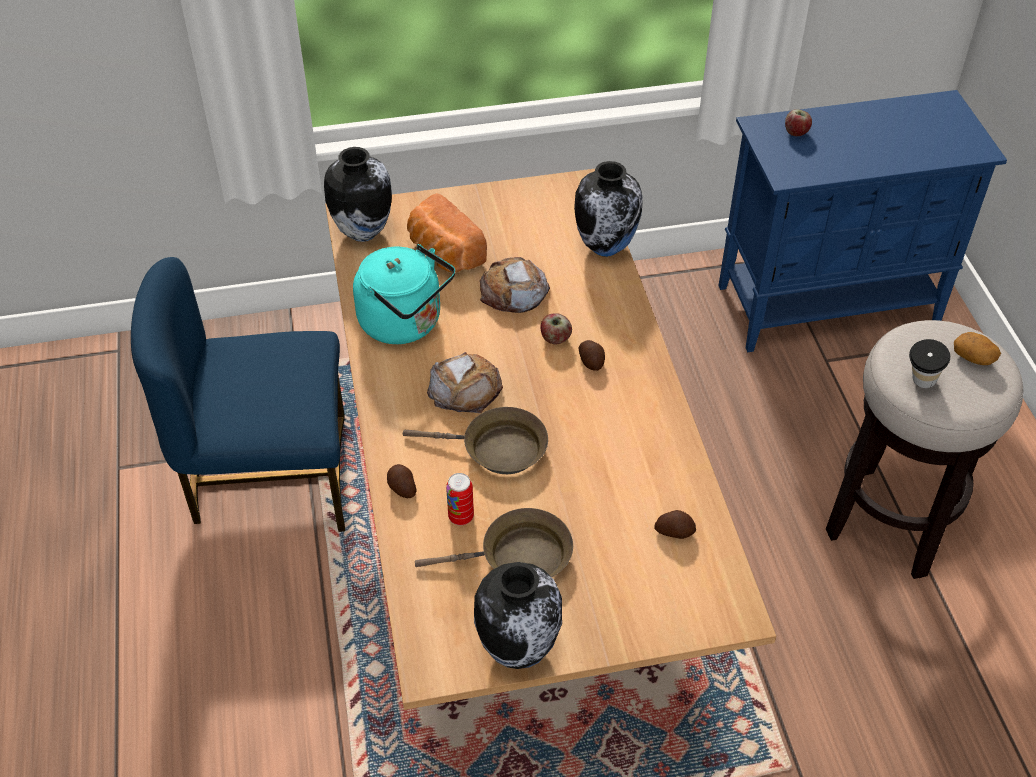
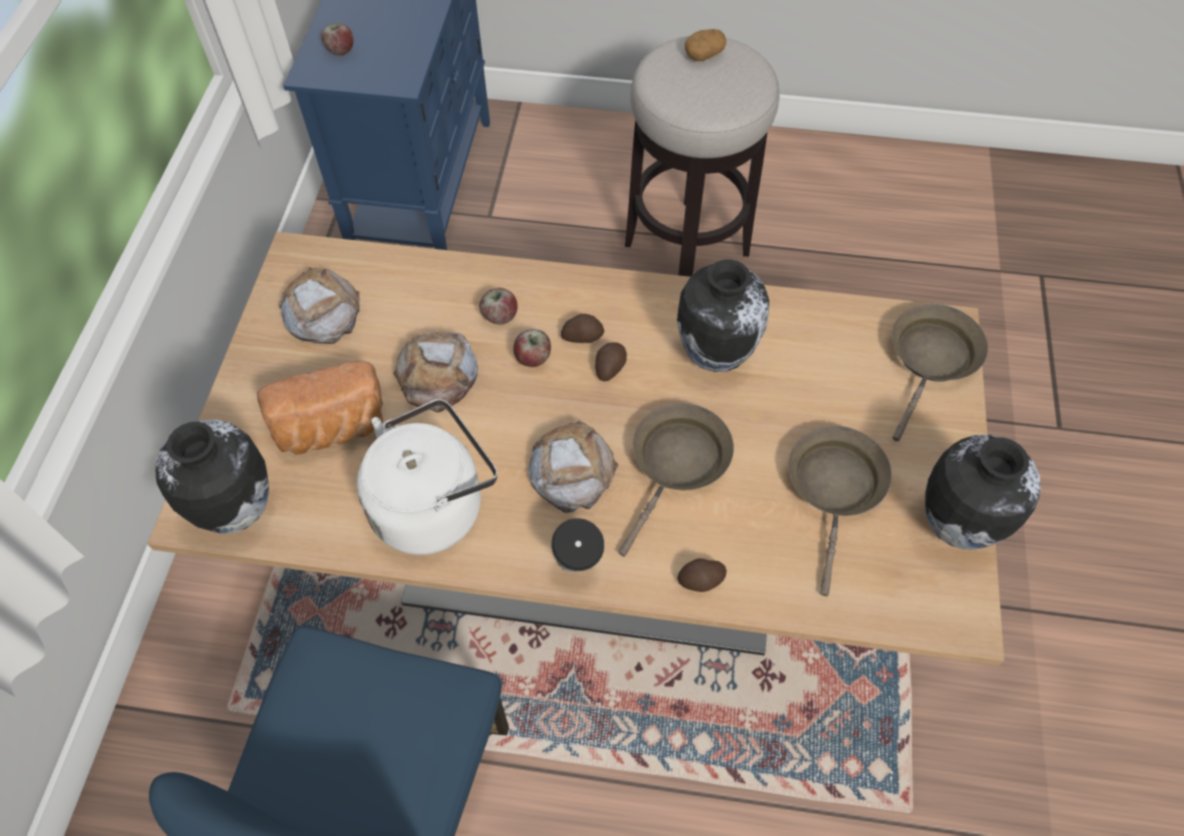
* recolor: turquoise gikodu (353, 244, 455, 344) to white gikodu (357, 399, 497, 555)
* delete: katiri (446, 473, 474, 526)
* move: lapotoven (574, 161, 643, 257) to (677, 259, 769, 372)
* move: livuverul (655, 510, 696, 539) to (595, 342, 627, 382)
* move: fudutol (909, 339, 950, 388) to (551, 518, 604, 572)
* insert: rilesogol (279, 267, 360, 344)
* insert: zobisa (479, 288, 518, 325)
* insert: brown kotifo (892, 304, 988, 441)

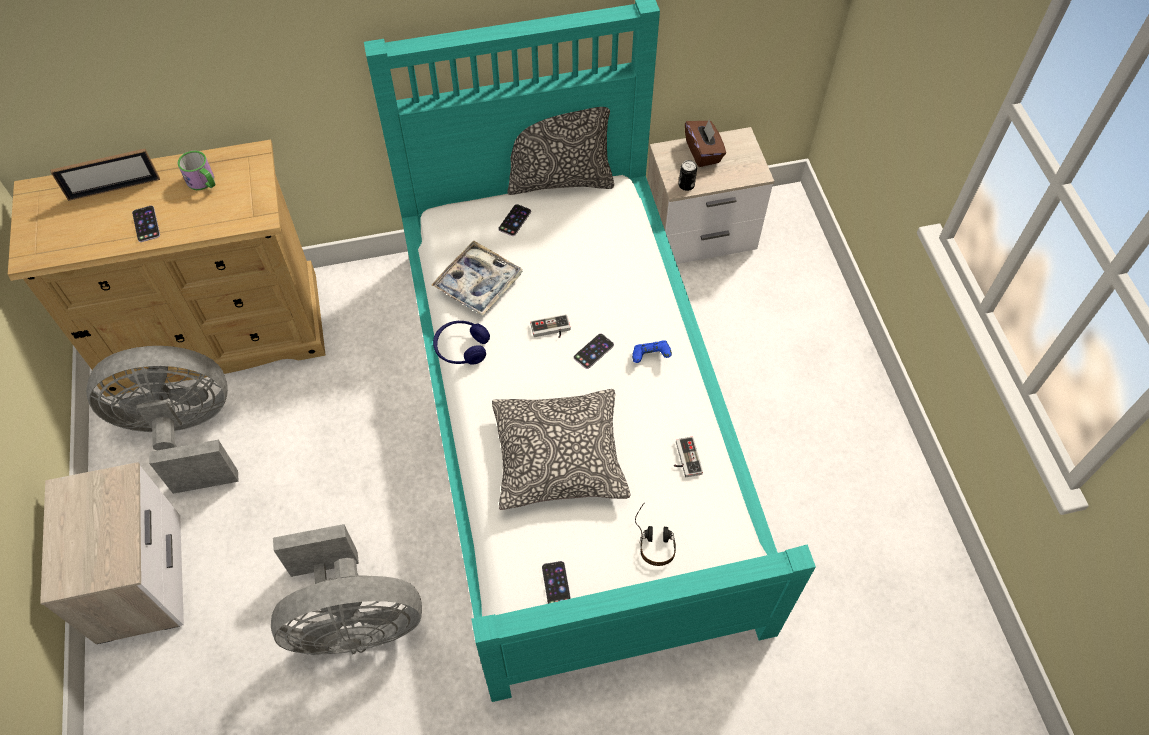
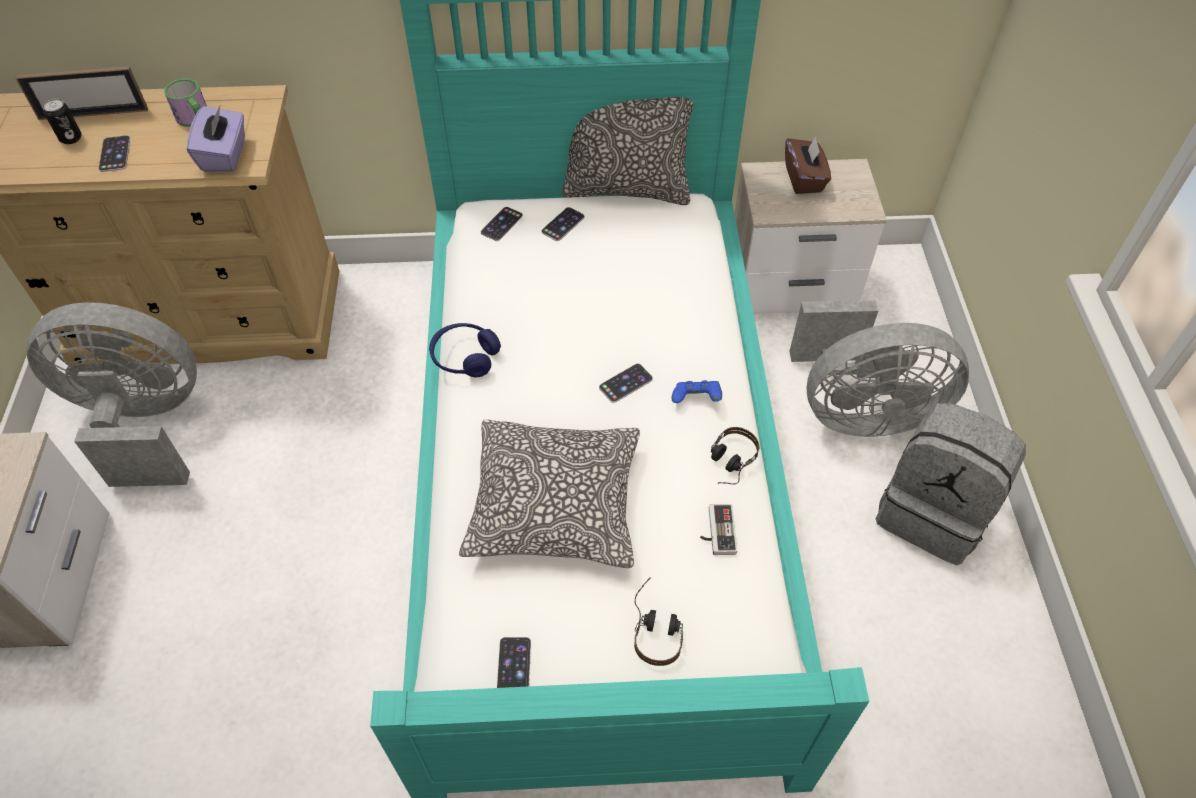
* move: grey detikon (271, 524, 422, 655) to (789, 300, 969, 437)
* delete: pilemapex (432, 240, 523, 316)
* delete: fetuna (530, 314, 570, 338)
* move: katiri (679, 160, 697, 191) to (43, 99, 82, 144)
* insert: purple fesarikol (187, 104, 245, 172)
* insert: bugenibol (481, 207, 523, 241)
* insert: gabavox (711, 427, 759, 484)
* insert: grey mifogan (876, 403, 1026, 565)

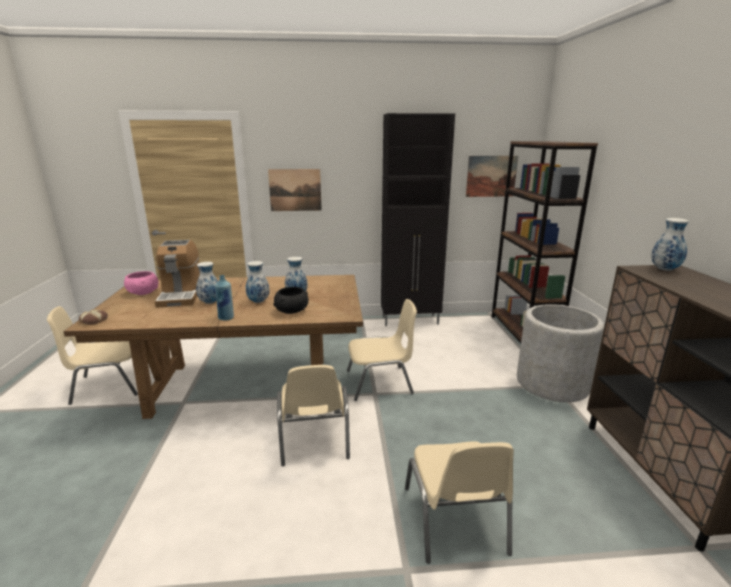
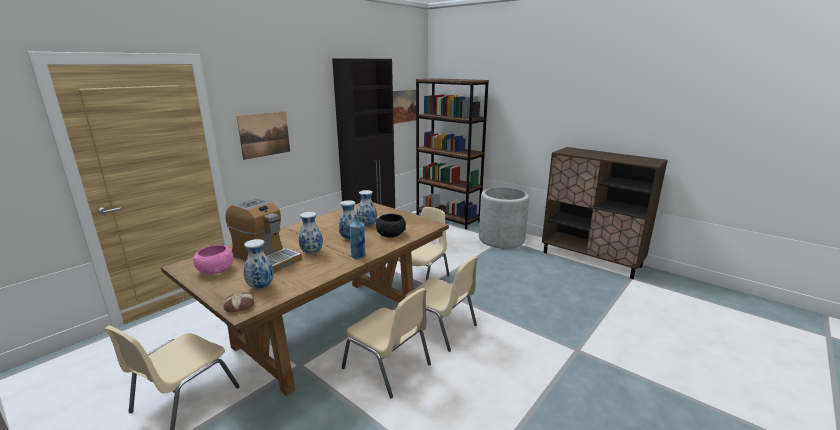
* move: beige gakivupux (405, 442, 514, 564) to (342, 288, 431, 398)
* move: lapotoven (651, 218, 689, 271) to (244, 239, 274, 289)

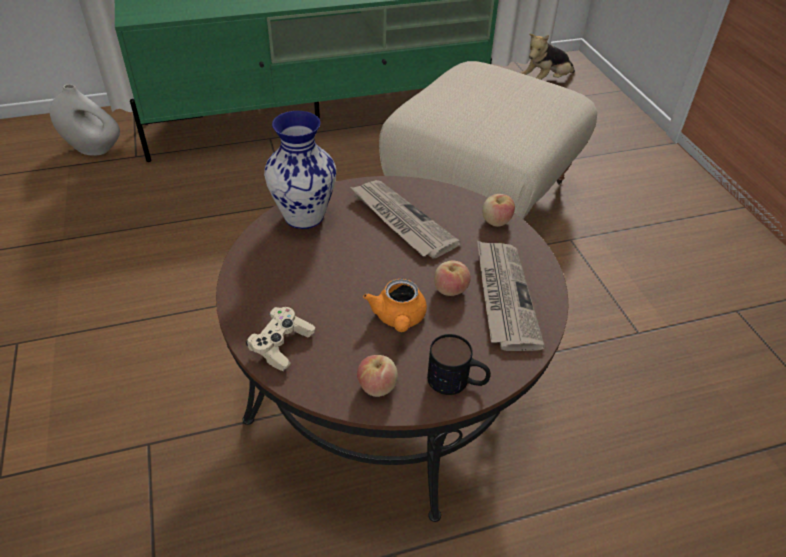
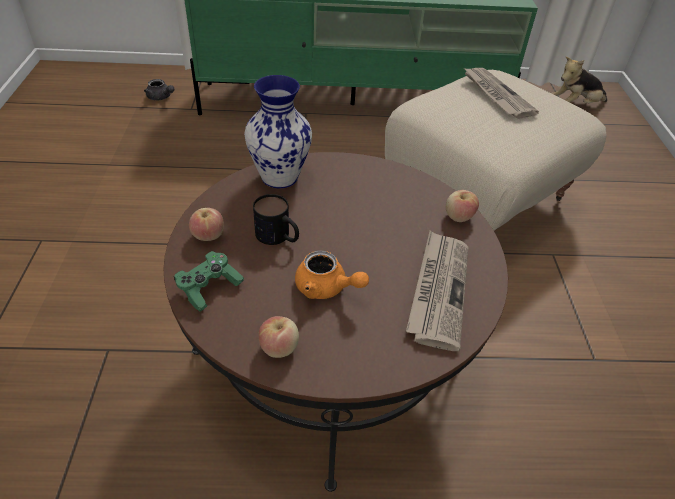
* replace: white lapotoven (50, 84, 120, 156) to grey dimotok (144, 79, 174, 100)
* recolor: beige fetuna (246, 307, 315, 371) to green fetuna (174, 251, 244, 312)
* move: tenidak (350, 180, 461, 259) to (464, 68, 539, 119)
* rotate: orange dimotok (363, 279, 427, 332) = (295, 250, 369, 299) 75 degrees counterclockwise
* move: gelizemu (427, 334, 491, 395) to (253, 194, 299, 245)
* move: zobisa (434, 261, 471, 296) to (189, 208, 224, 241)

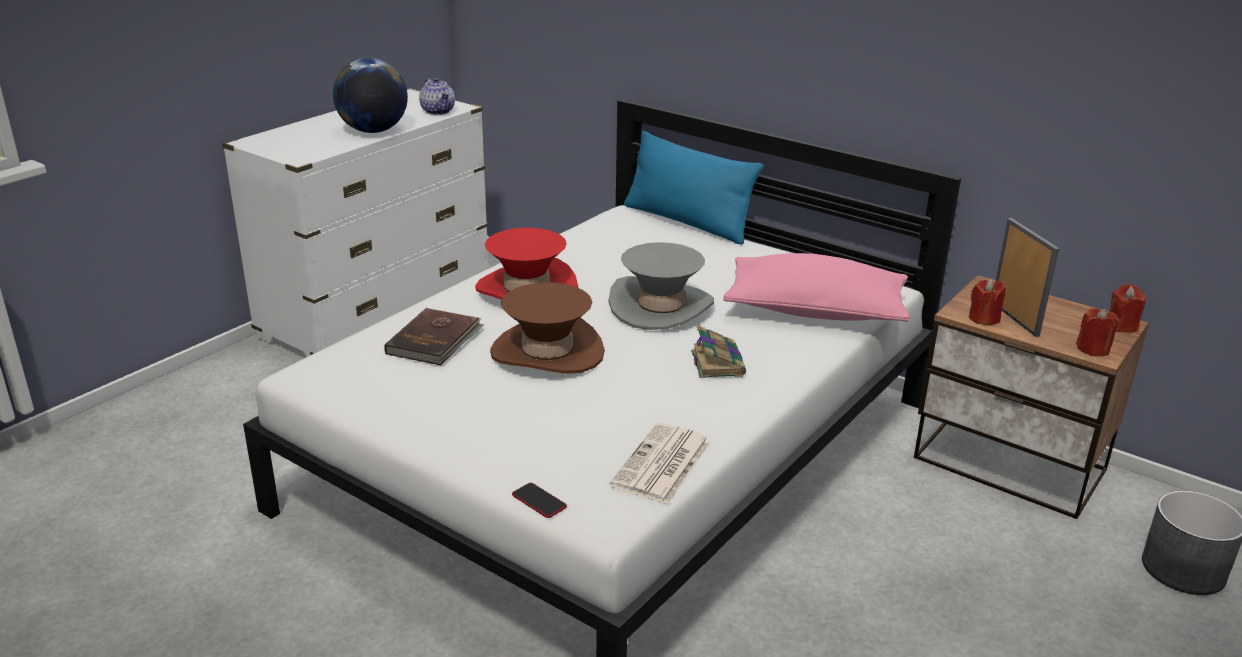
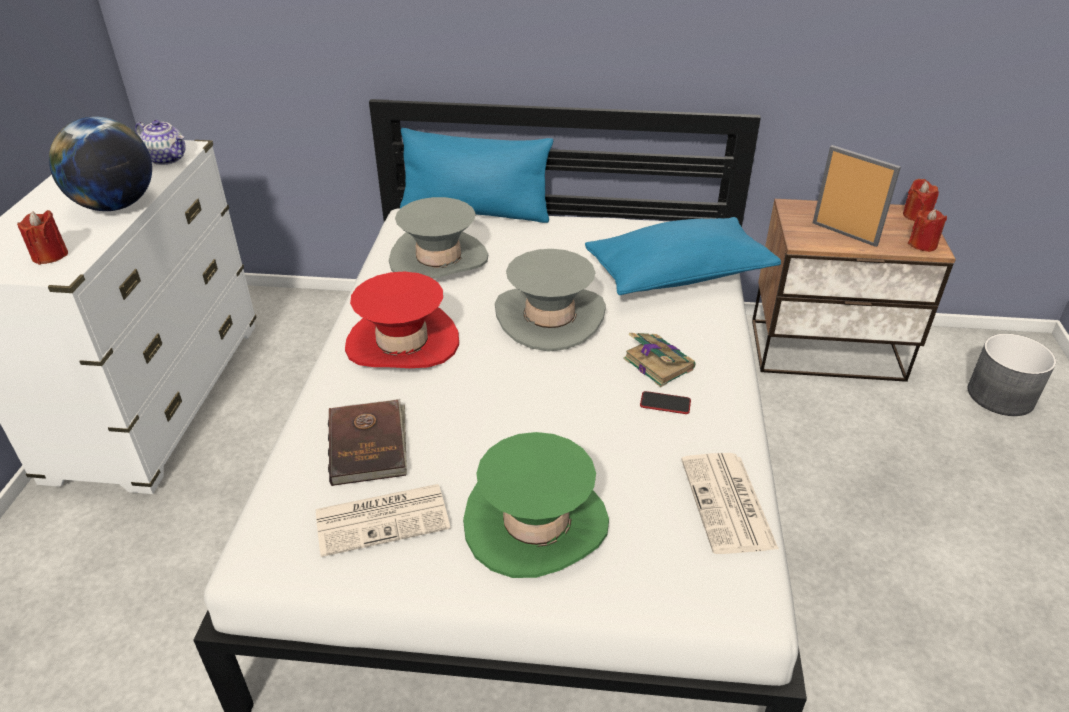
* delete: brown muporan (490, 282, 605, 374)
* move: bugenibol (512, 483, 567, 518) to (640, 391, 691, 414)
* recolor: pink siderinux (723, 253, 910, 322) to blue siderinux (585, 217, 781, 295)
* move: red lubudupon (969, 279, 1006, 325) to (17, 210, 68, 265)
* insert: tenidak (316, 484, 451, 557)
* insert: grey muporan (389, 197, 488, 279)
* insert: green muporan (463, 432, 609, 578)

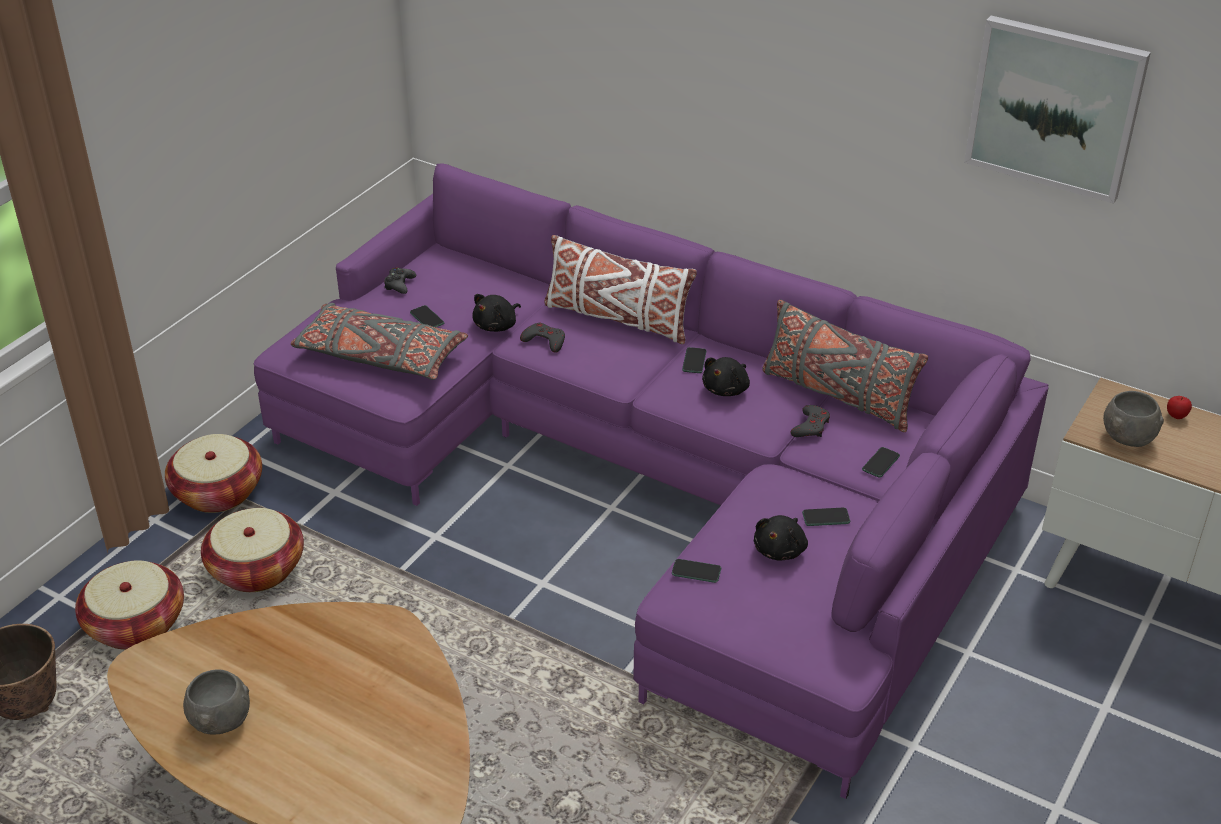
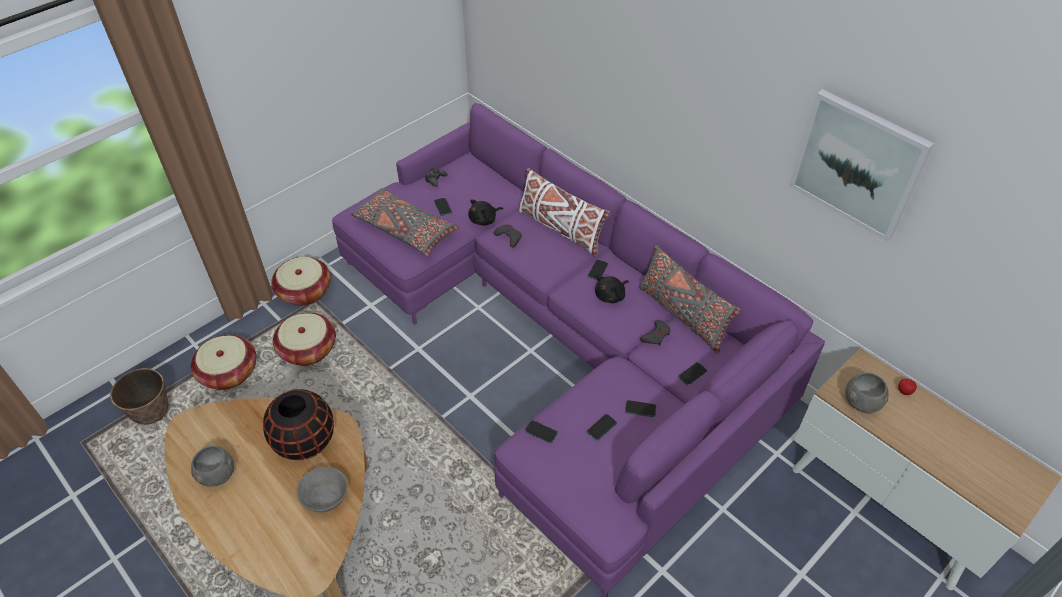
* replace: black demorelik (754, 515, 808, 561) to bugenibol (587, 414, 617, 441)
* insert: black lapotoven (263, 389, 334, 460)
* insert: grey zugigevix (297, 467, 348, 513)

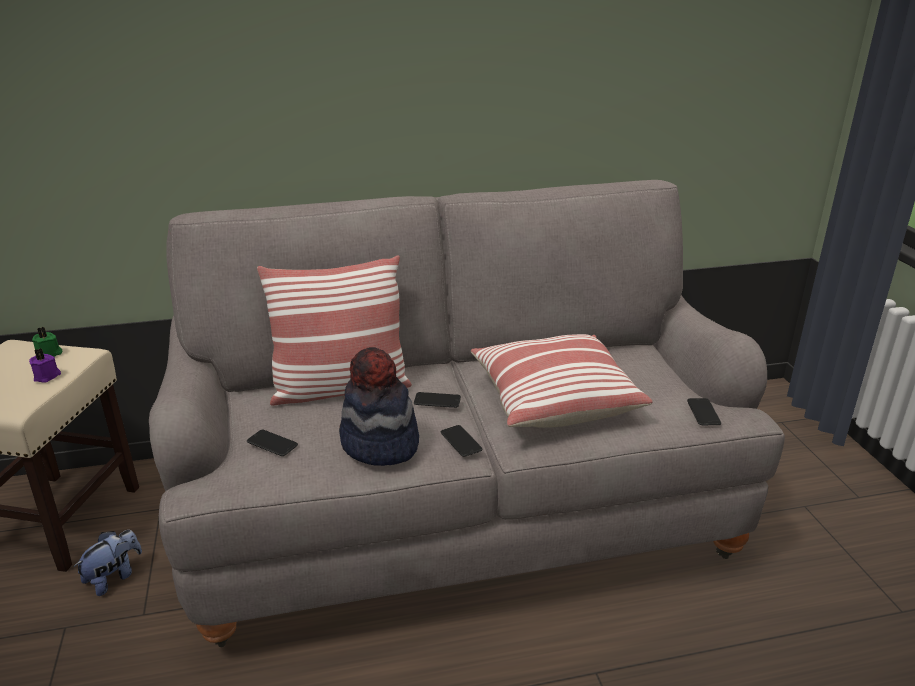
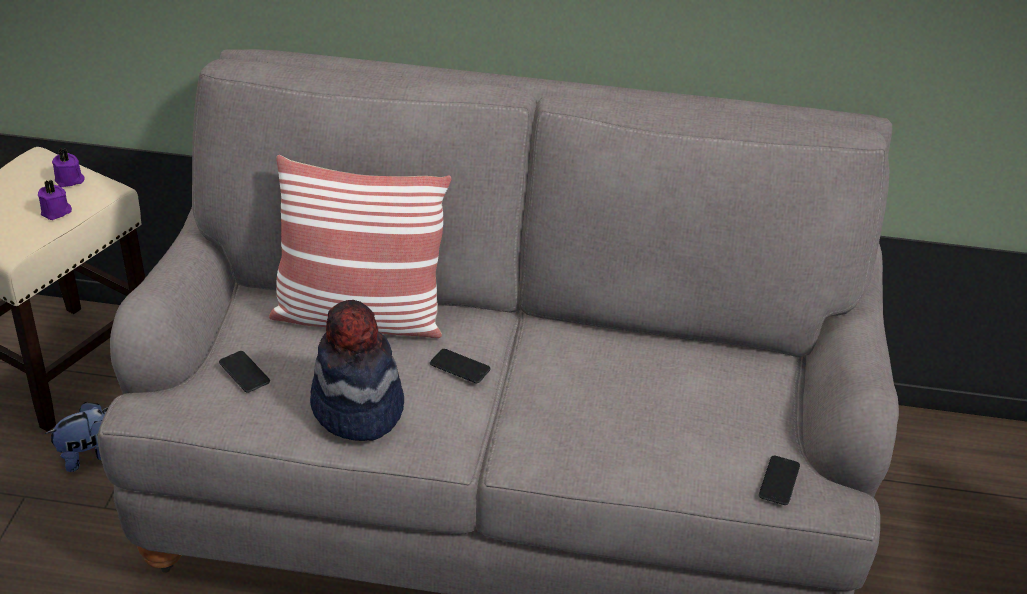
* recolor: green lubudupon (32, 327, 63, 357) to purple lubudupon (52, 148, 85, 187)
* delete: bugenibol (441, 425, 482, 457)
* delete: siderinux (471, 334, 653, 428)

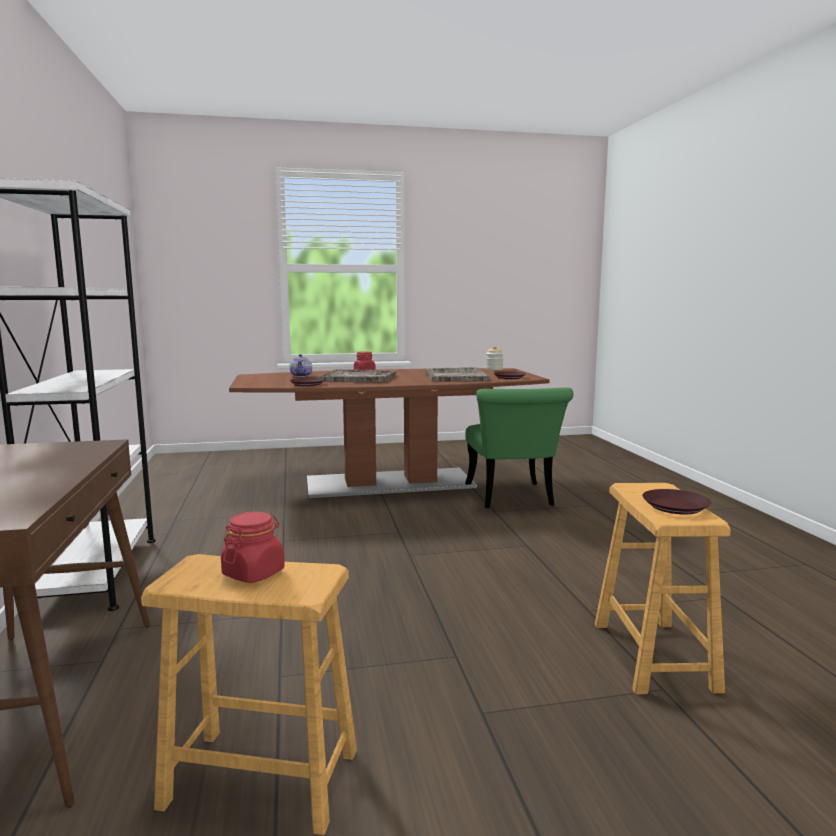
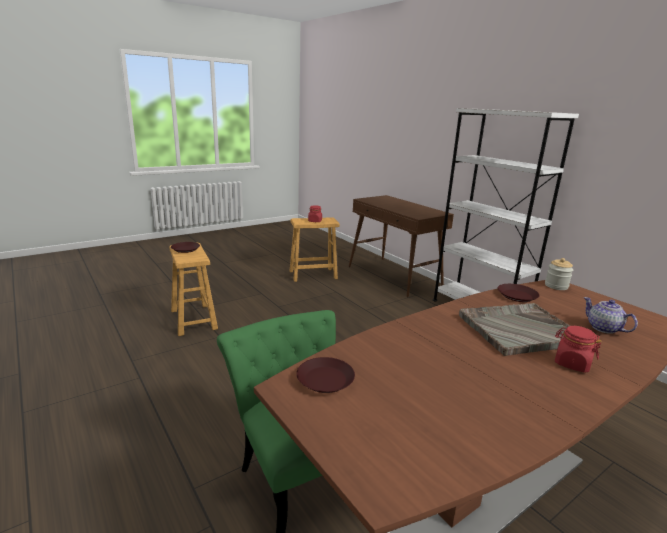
* delete: grey pilemapex (425, 367, 489, 382)
* move: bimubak (486, 346, 503, 370) to (545, 258, 573, 290)

